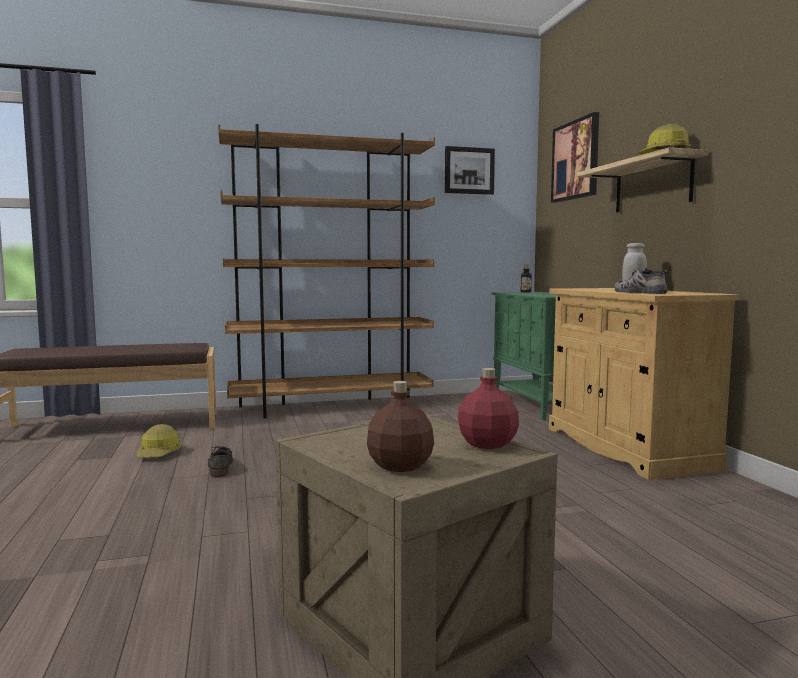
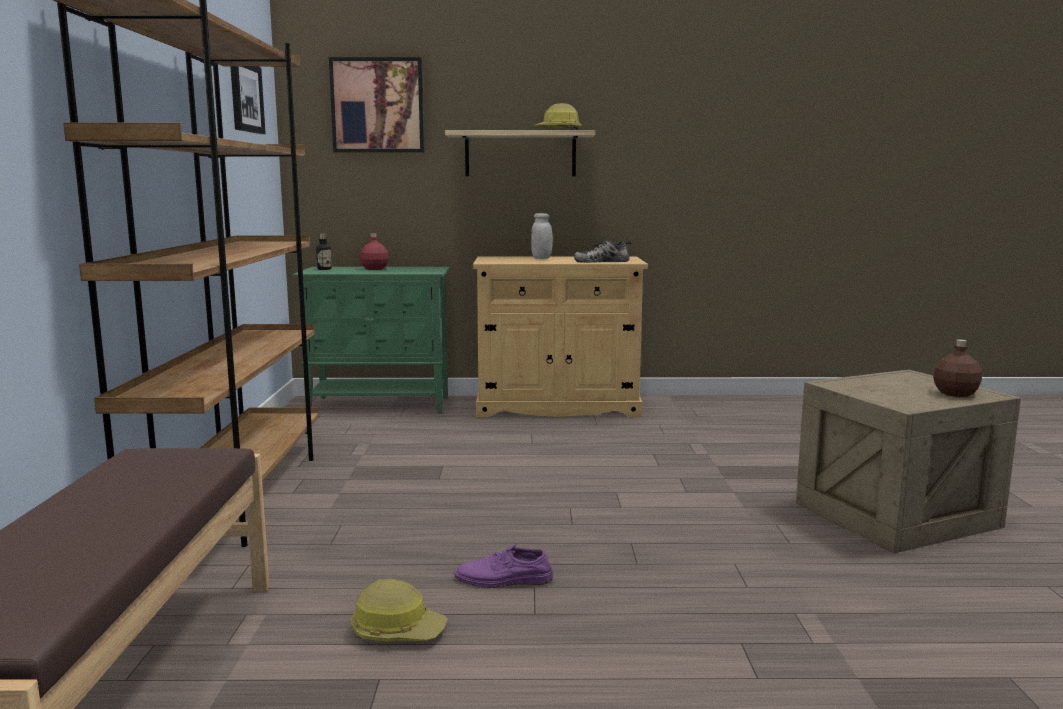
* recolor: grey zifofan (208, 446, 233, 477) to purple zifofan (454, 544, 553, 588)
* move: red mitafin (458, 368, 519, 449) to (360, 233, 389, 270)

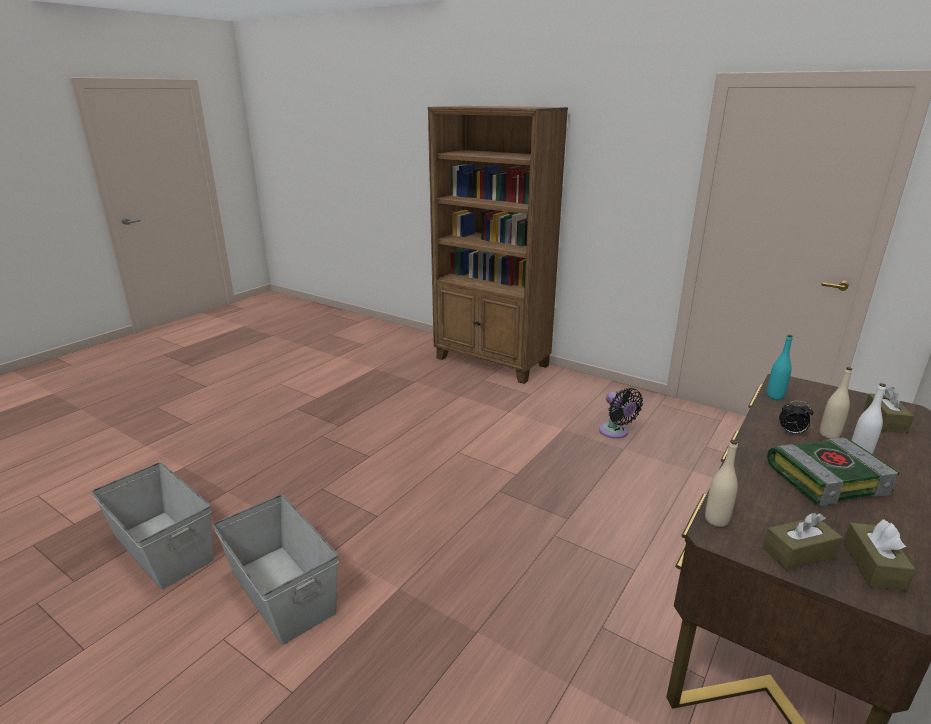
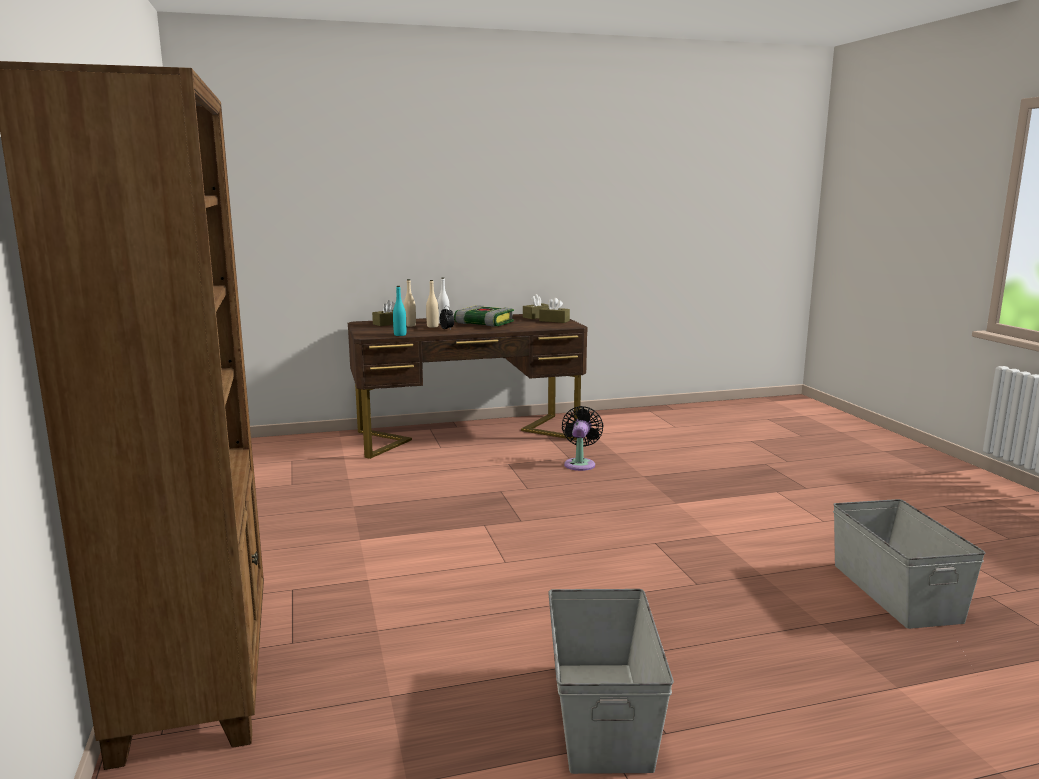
* move: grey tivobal (213, 495, 338, 645) to (548, 589, 674, 774)
* move: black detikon (599, 388, 643, 439) to (562, 406, 603, 471)
* move: beige mitafin (705, 440, 738, 527) to (403, 279, 416, 327)

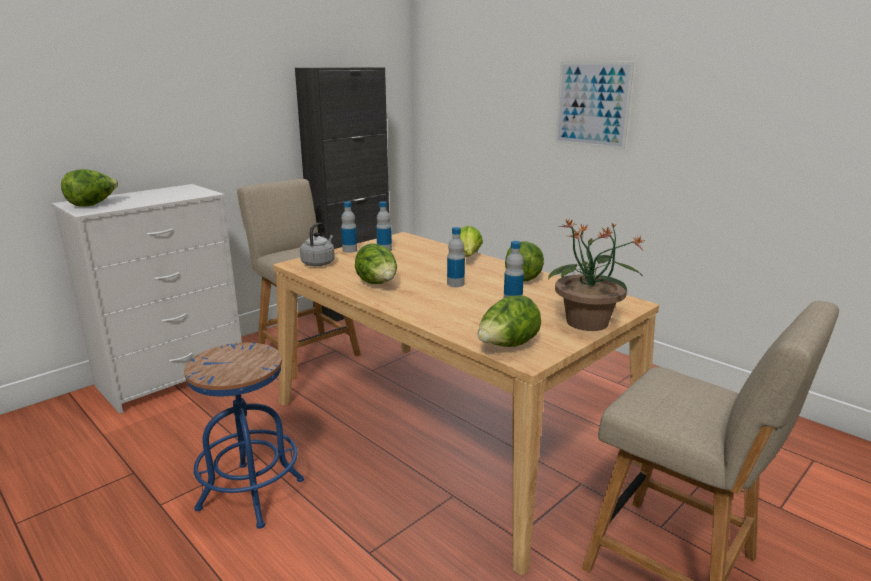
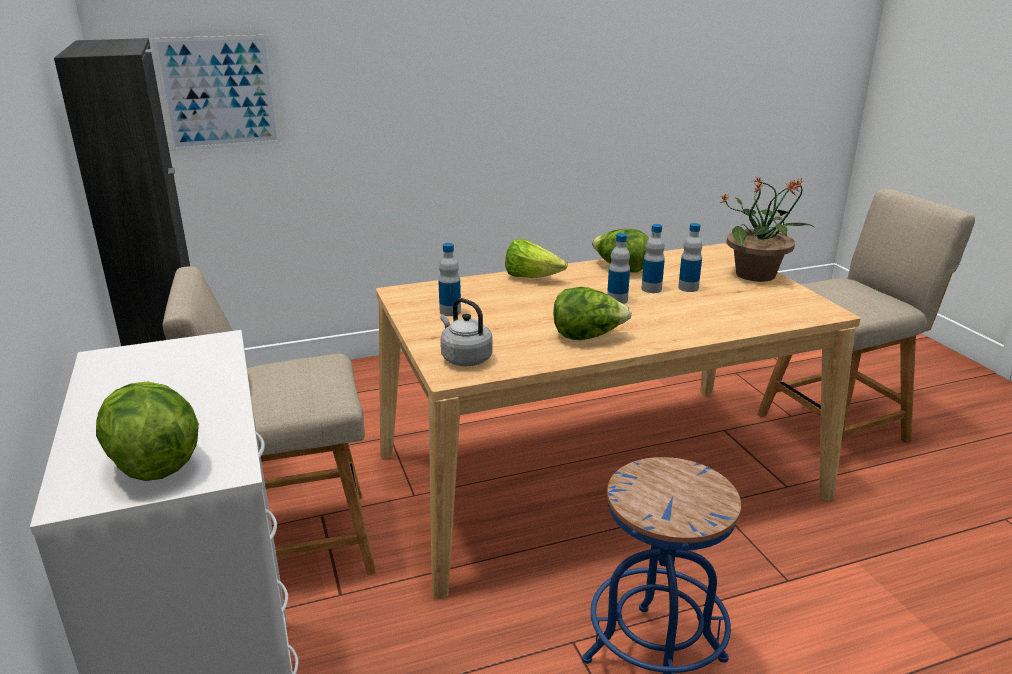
* move: mitafin (341, 202, 357, 253) to (641, 224, 665, 293)
* delete: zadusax (478, 295, 541, 347)
* move: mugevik (555, 62, 634, 150) to (152, 35, 281, 151)

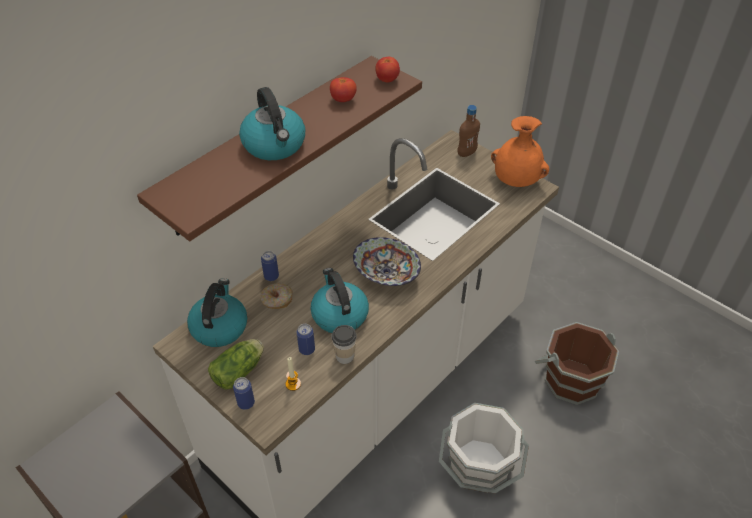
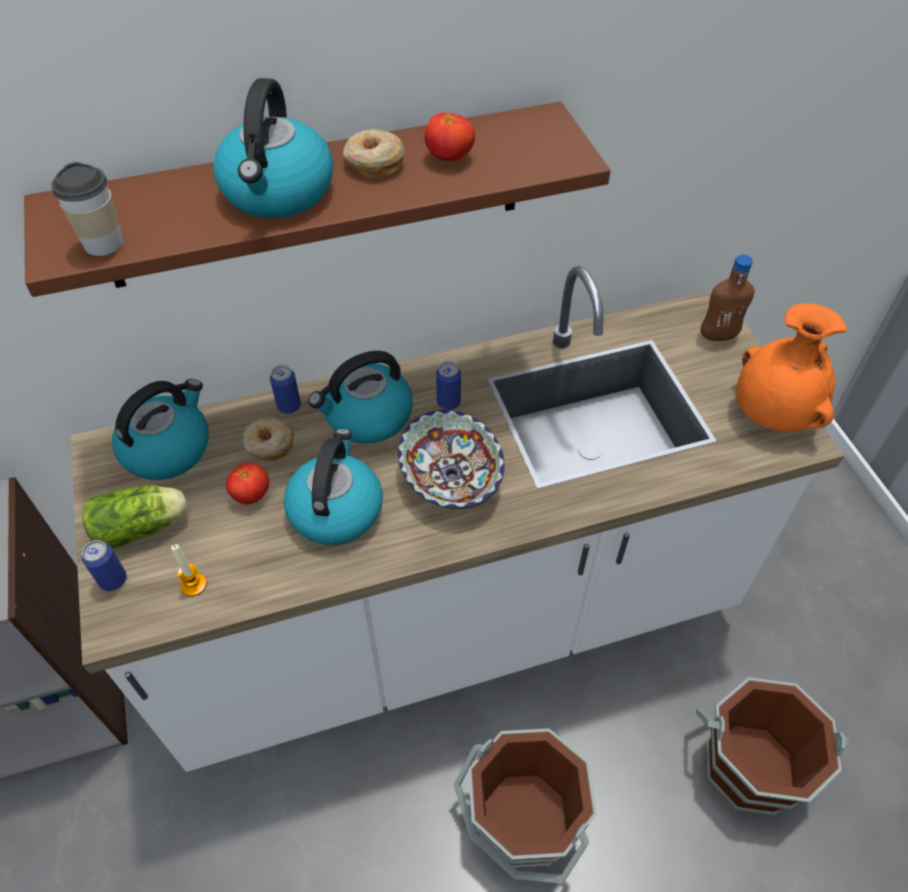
* move: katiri (297, 324, 315, 355) to (436, 361, 461, 410)
* move: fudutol (331, 325, 357, 364) to (51, 162, 123, 256)
* move: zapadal (375, 57, 400, 82) to (226, 462, 269, 504)
* recolor: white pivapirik (439, 403, 529, 493) to brown pivapirik (454, 728, 597, 884)
* insert: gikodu (308, 351, 413, 444)
* insert: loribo (343, 129, 405, 178)

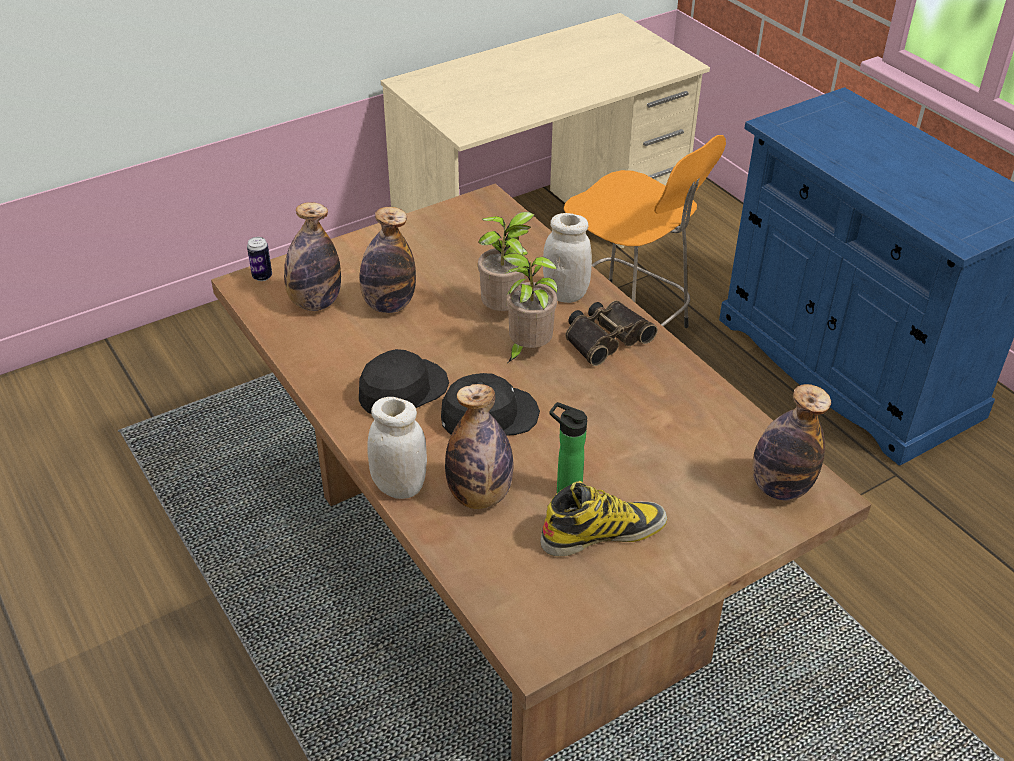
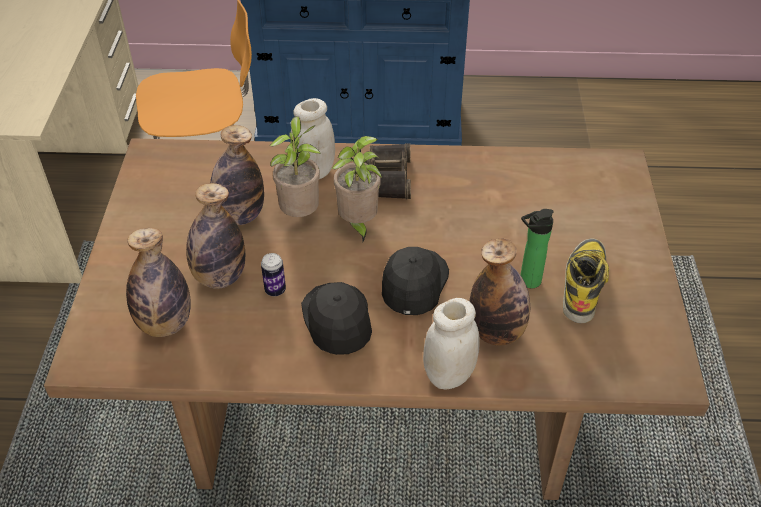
* move: katiri (247, 237, 272, 281) to (261, 253, 286, 296)
* move: mitafin (752, 384, 831, 500) to (210, 125, 264, 225)

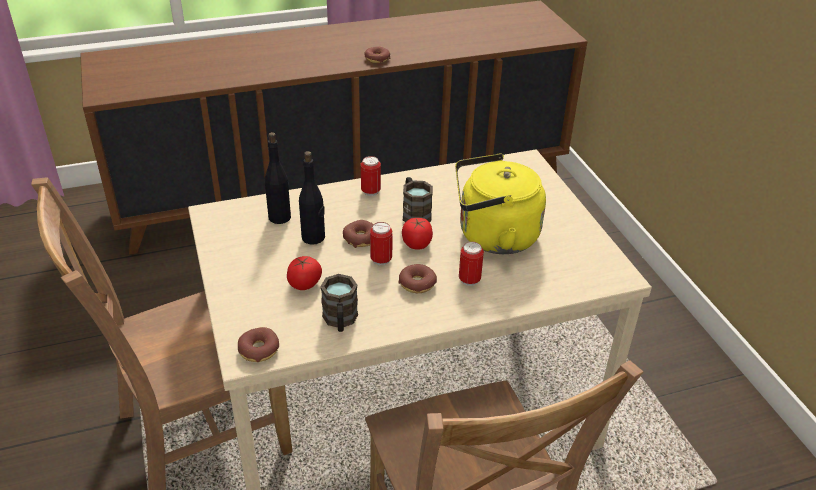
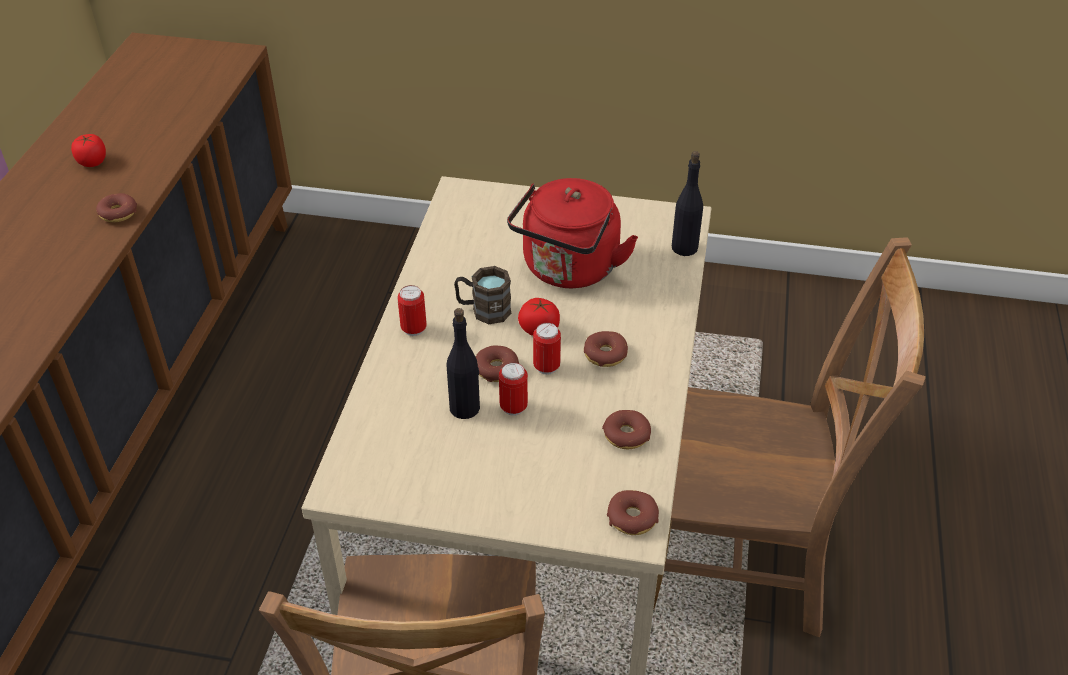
* move: black mitafin (265, 132, 291, 224) to (672, 151, 703, 256)
* move: zapadal (287, 256, 322, 290) to (71, 134, 106, 167)
* replace: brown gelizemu (320, 274, 358, 332) to loribo (602, 410, 651, 449)
* recolor: yellow gikodu (455, 153, 546, 254) to red gikodu (507, 178, 638, 289)
* move: katiri (459, 242, 484, 286) to (499, 362, 528, 416)

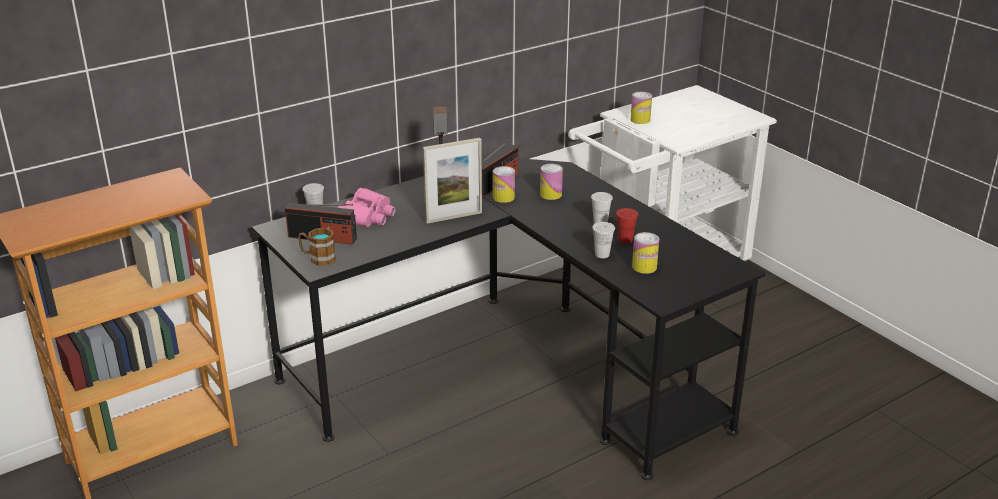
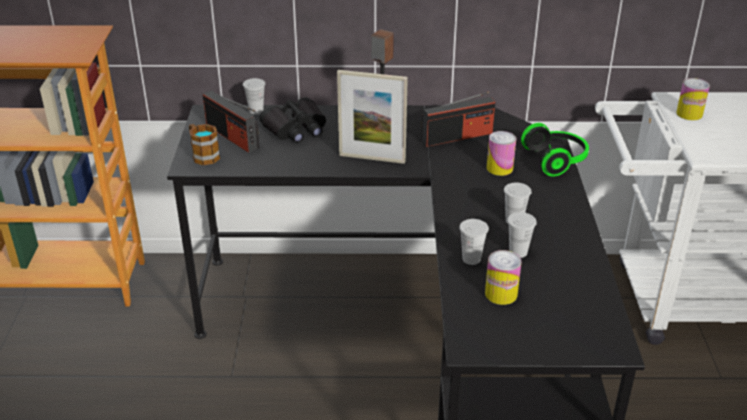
* recolor: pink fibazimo (338, 188, 395, 227) to black fibazimo (259, 97, 326, 143)
* delete: katiri (493, 166, 515, 203)
* recolor: red fudutol (616, 208, 638, 244) to white fudutol (507, 212, 537, 258)
* insert: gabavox (521, 123, 589, 177)

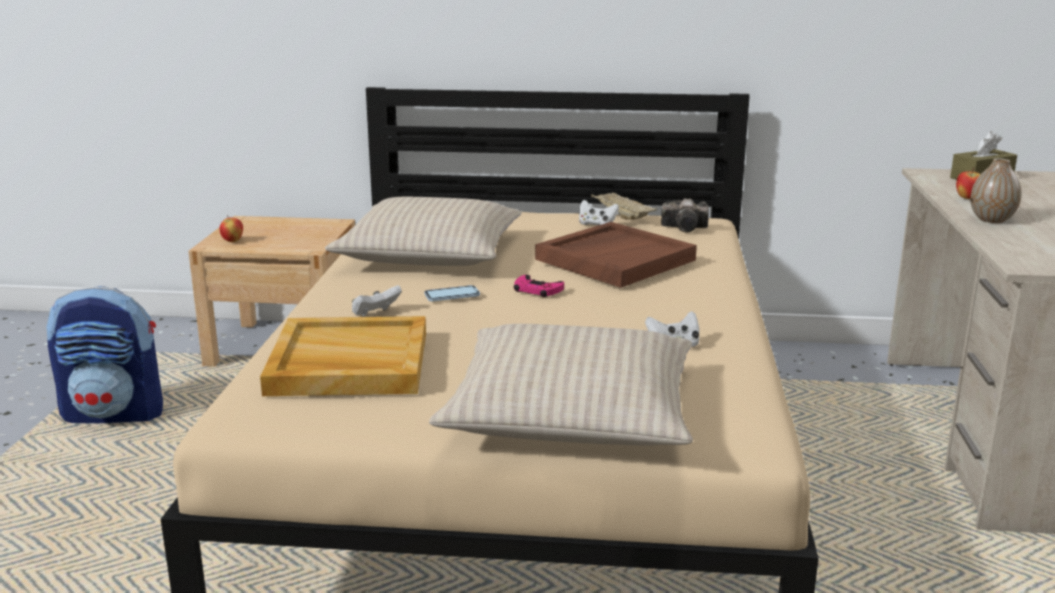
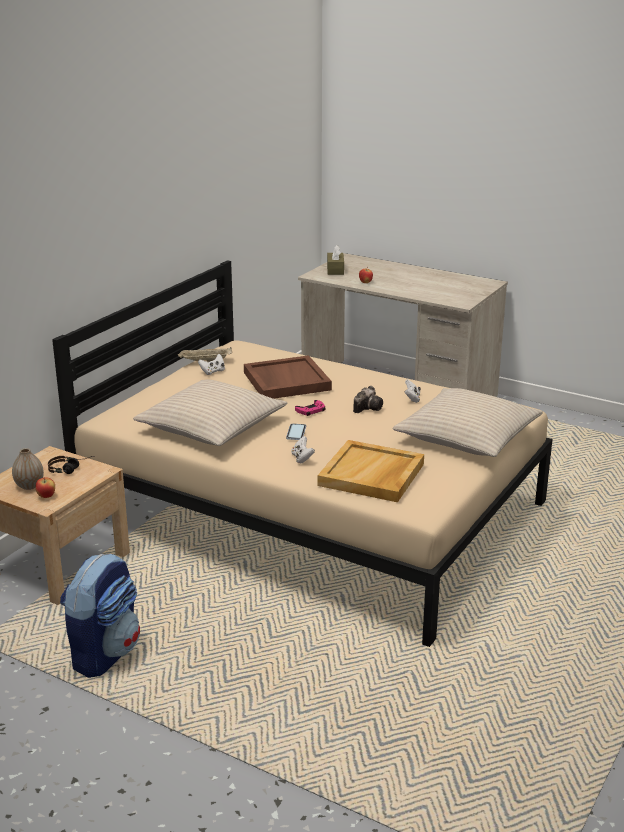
* move: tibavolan (661, 198, 709, 232) to (353, 386, 383, 413)
* move: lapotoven (970, 158, 1022, 223) to (12, 448, 44, 490)
* insert: gabavox (48, 456, 94, 474)

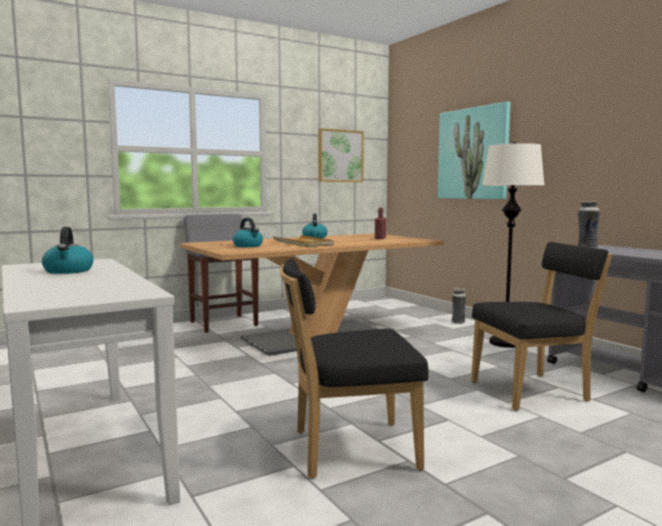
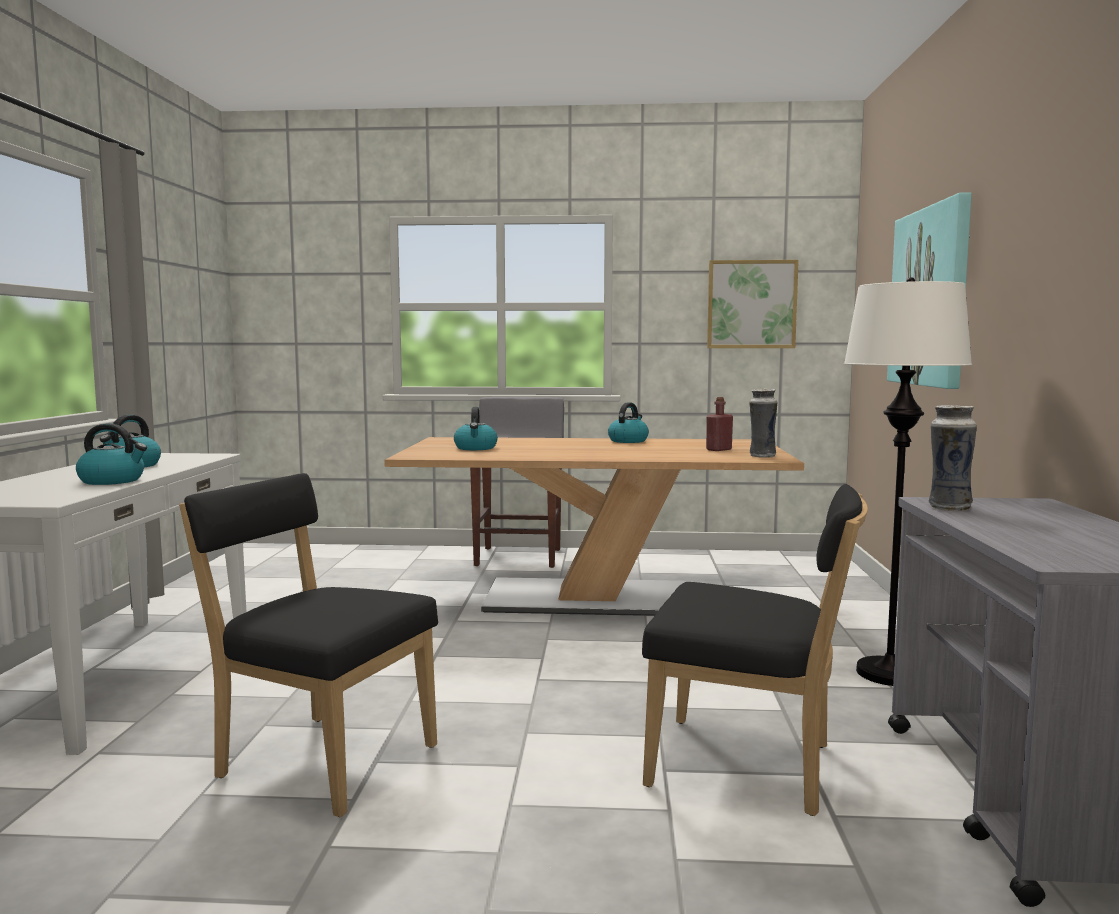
* delete: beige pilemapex (273, 235, 334, 247)
* move: lapotoven (452, 288, 466, 324) to (749, 389, 777, 458)
* insert: gikodu (76, 423, 147, 485)

